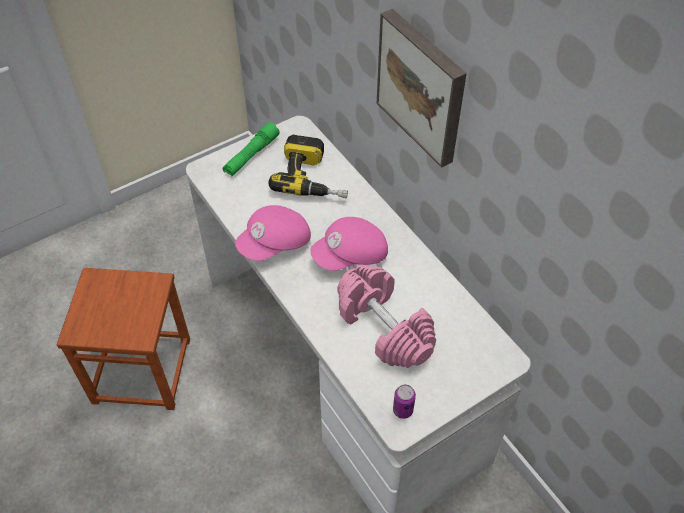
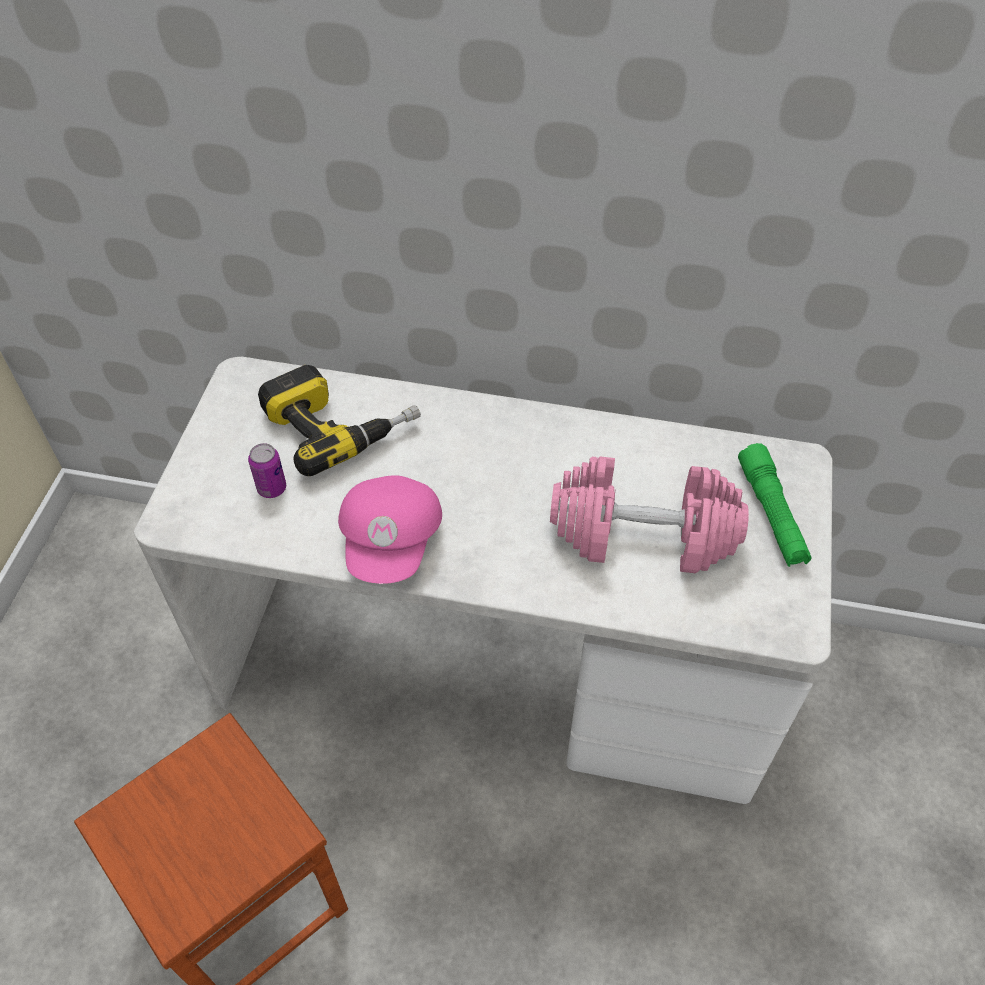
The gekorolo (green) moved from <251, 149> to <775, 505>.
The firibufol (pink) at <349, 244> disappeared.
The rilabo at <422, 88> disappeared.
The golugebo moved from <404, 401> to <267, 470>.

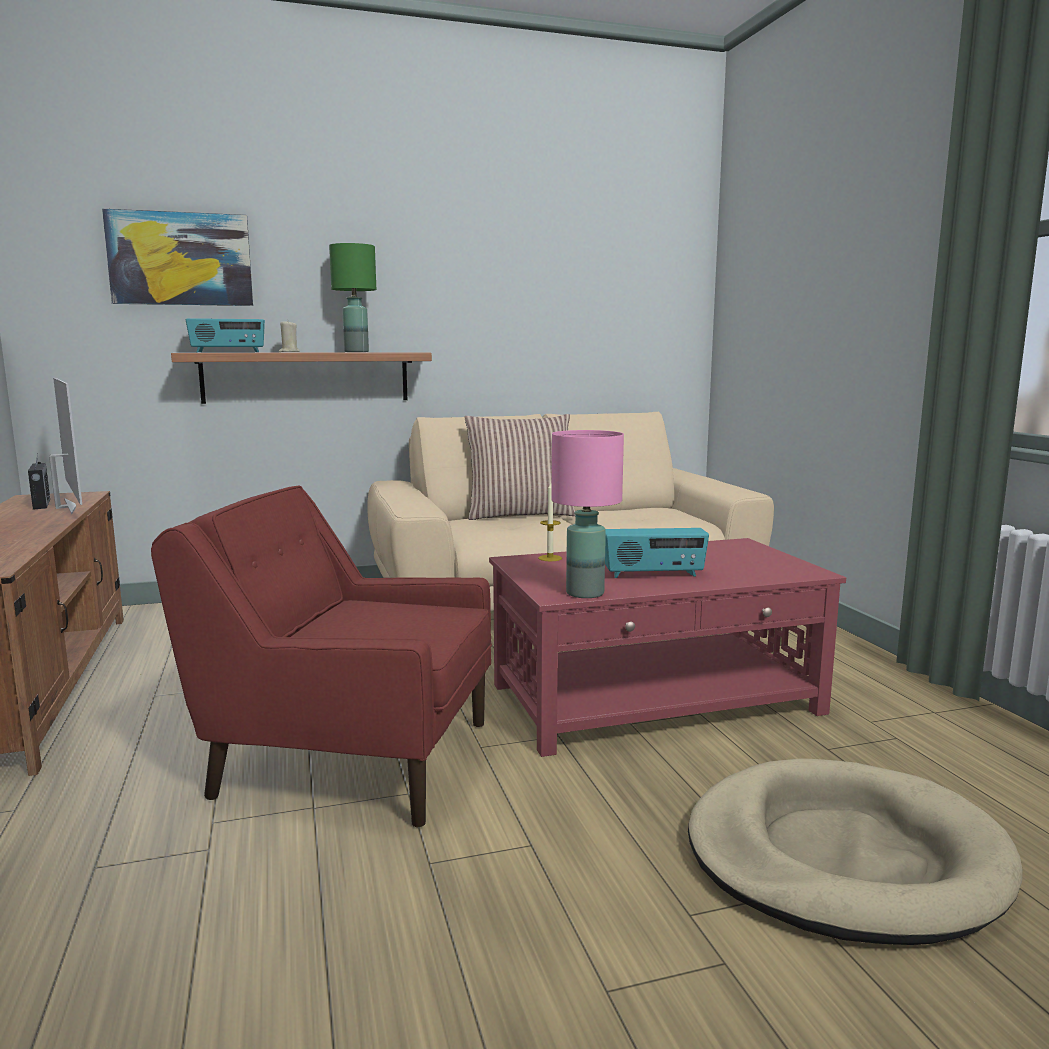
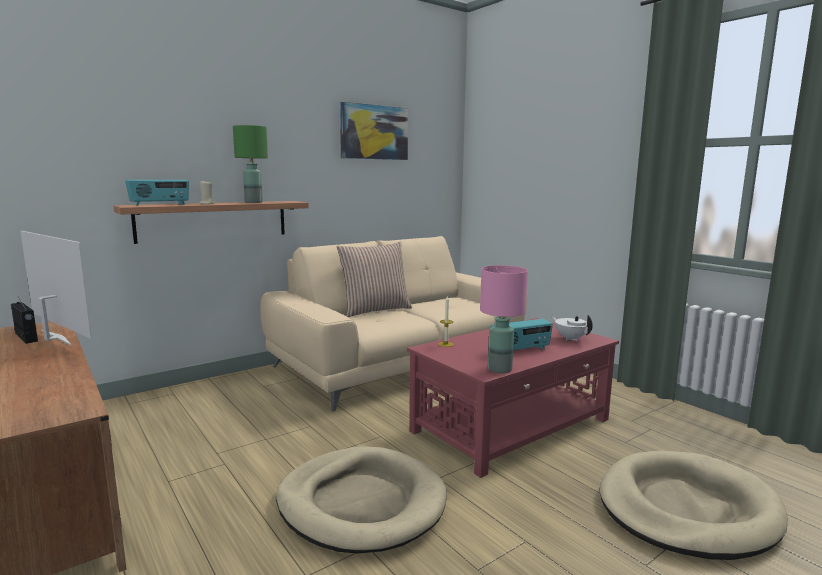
The rilabo moved from <177, 257> to <374, 131>.
The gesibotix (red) at <321, 656> was replaced by the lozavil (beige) at <361, 499>.
The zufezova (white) at <572, 328> appeared.

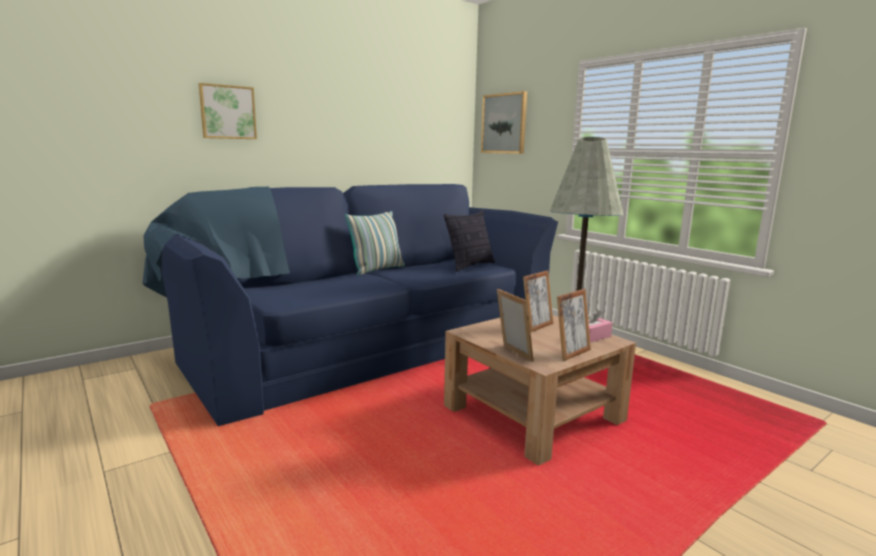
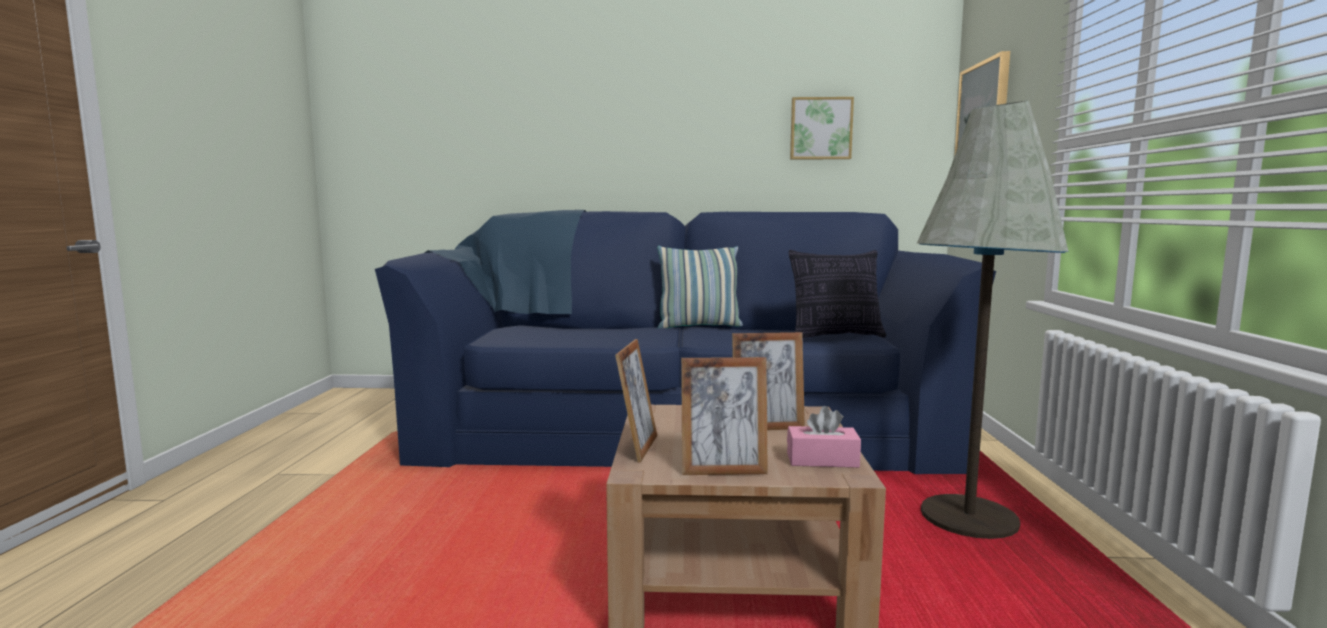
The rilabo moved from <228, 111> to <822, 128>.

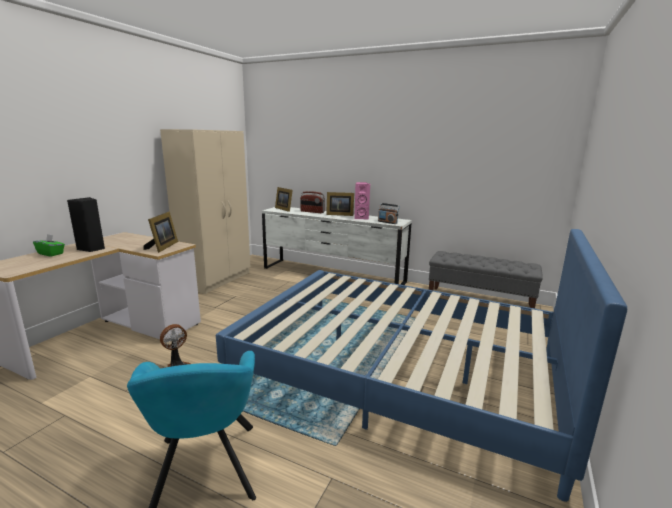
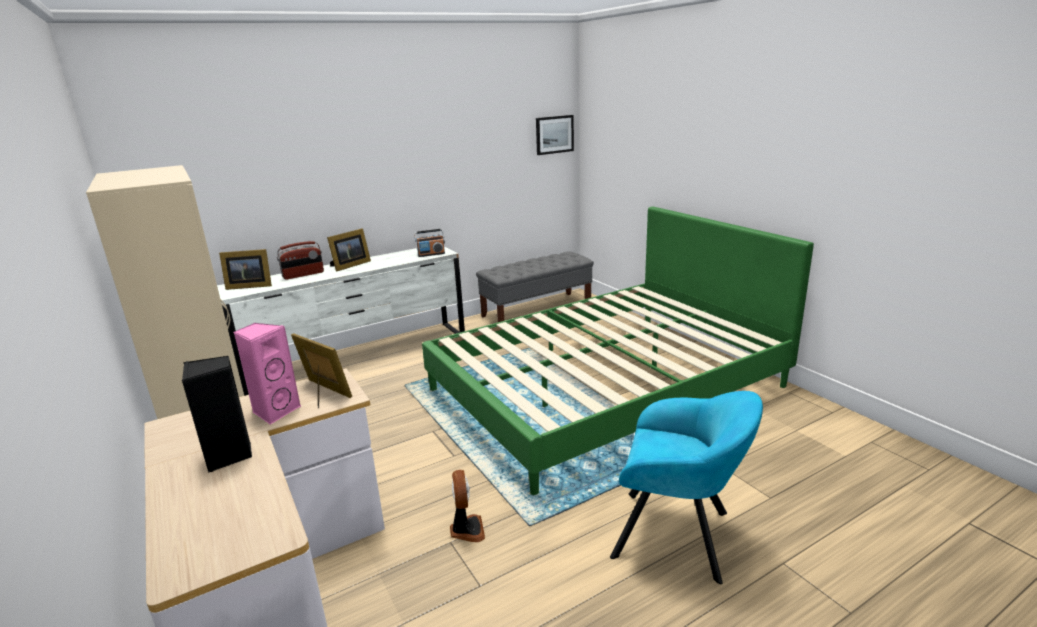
The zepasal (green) at <49, 245> disappeared.
The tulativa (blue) at <421, 365> became the tulativa (green) at <618, 350>.
The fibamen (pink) moved from <362, 200> to <267, 373>.
The rilabo at <555, 135> appeared.

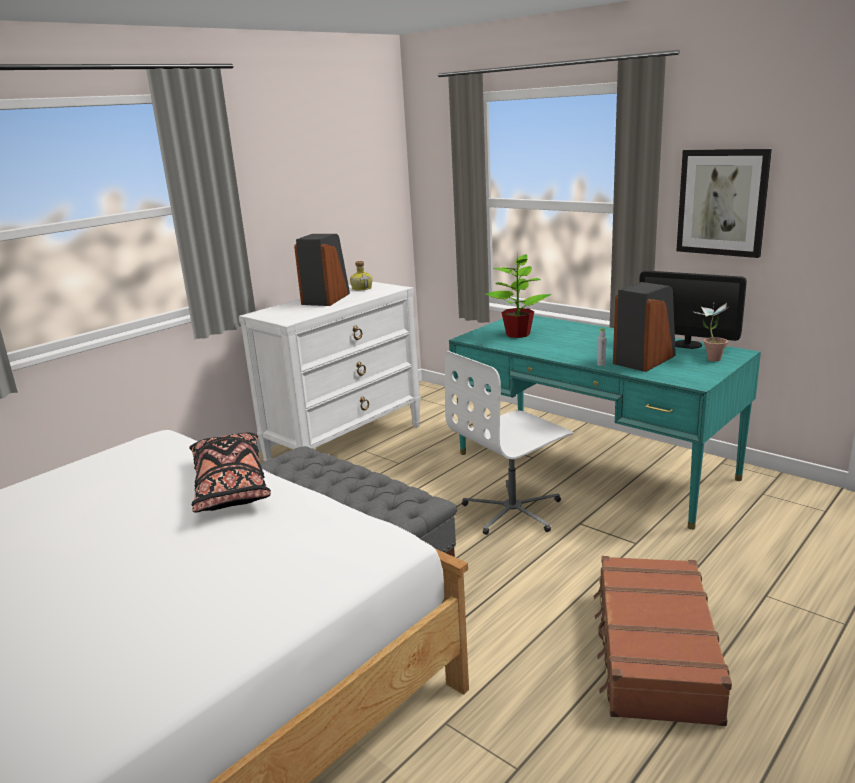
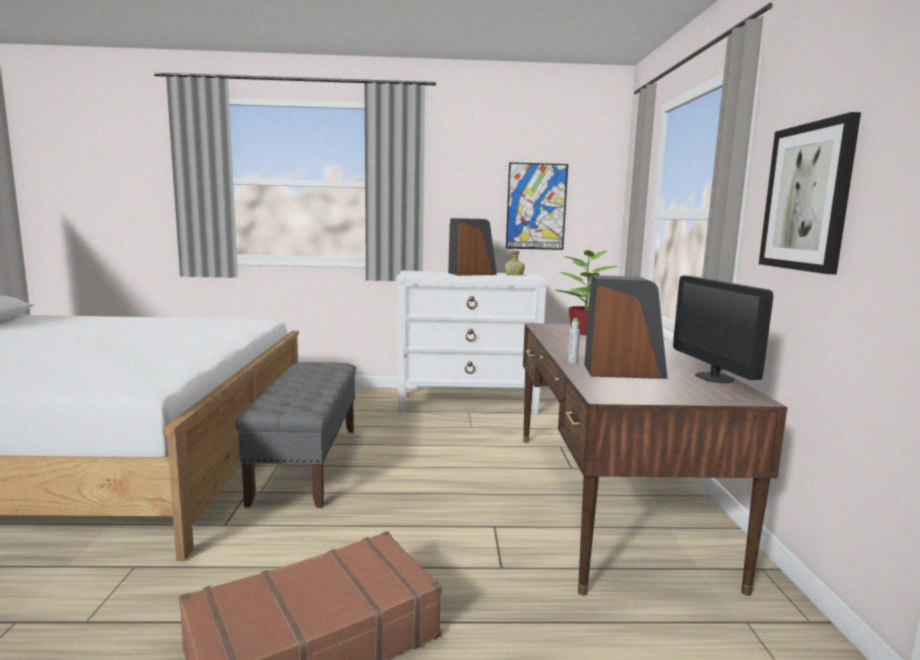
The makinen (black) at <230, 472> disappeared.
The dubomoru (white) at <509, 443> disappeared.
The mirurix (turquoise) at <605, 422> became the mirurix (brown) at <655, 459>.
The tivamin at <710, 332> disappeared.
The rilabo at <537, 206> appeared.

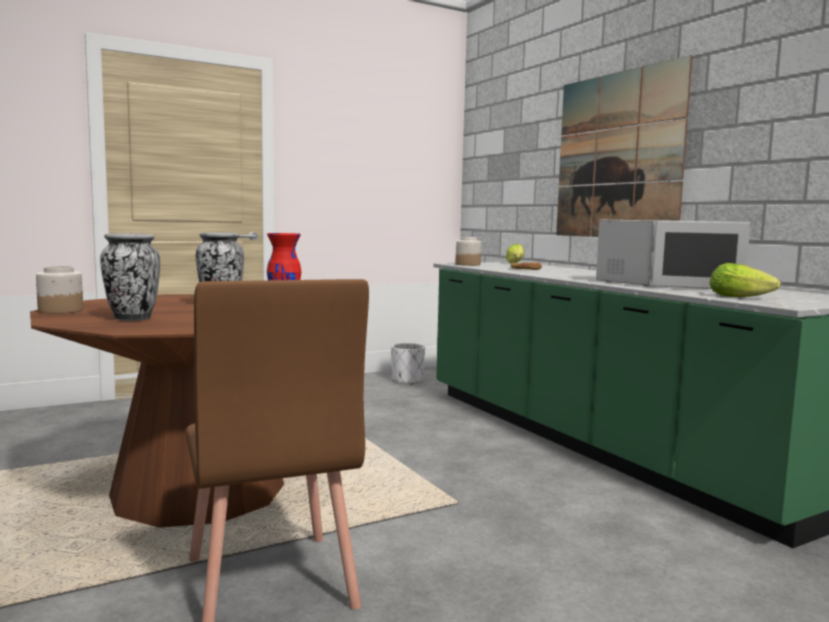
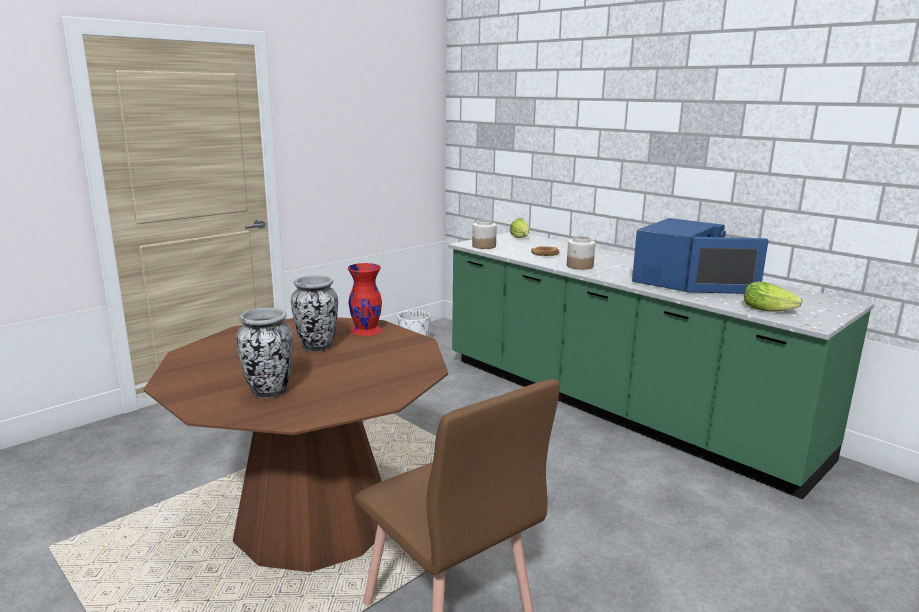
The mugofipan moved from <59, 290> to <581, 253>.
The rilabo at <624, 146> disappeared.
The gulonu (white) at <673, 254> became the gulonu (blue) at <700, 256>.

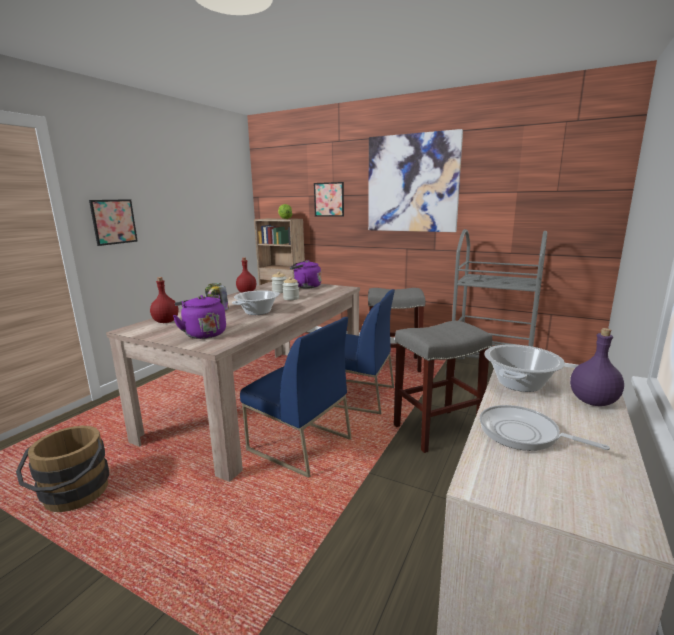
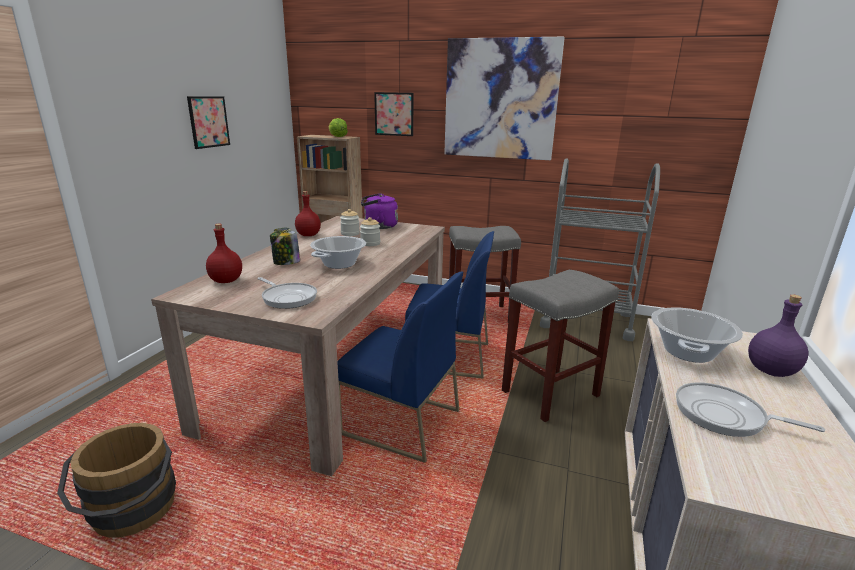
The rilabo moved from <113, 222> to <208, 122>.
The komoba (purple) at <199, 317> was replaced by the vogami at <287, 293>.

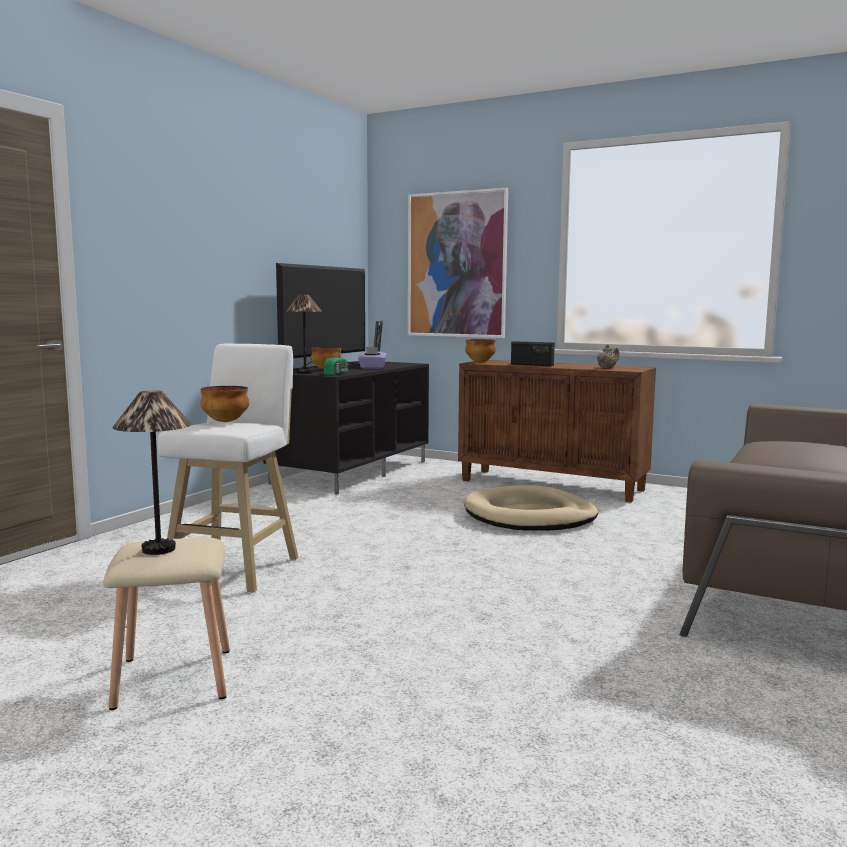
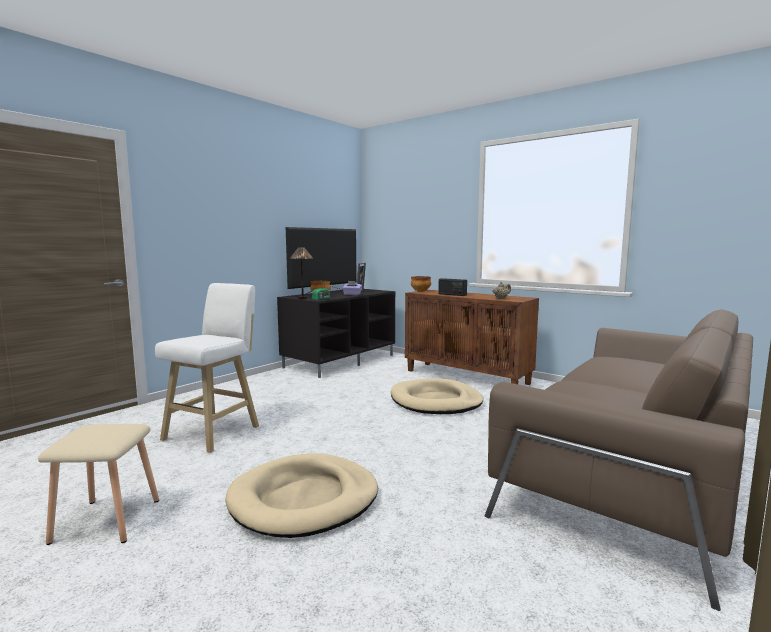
The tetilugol at <152, 472> disappeared.
The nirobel at <224, 404> disappeared.
The rilabo at <458, 263> disappeared.
The lozavil (beige) at <301, 495> appeared.

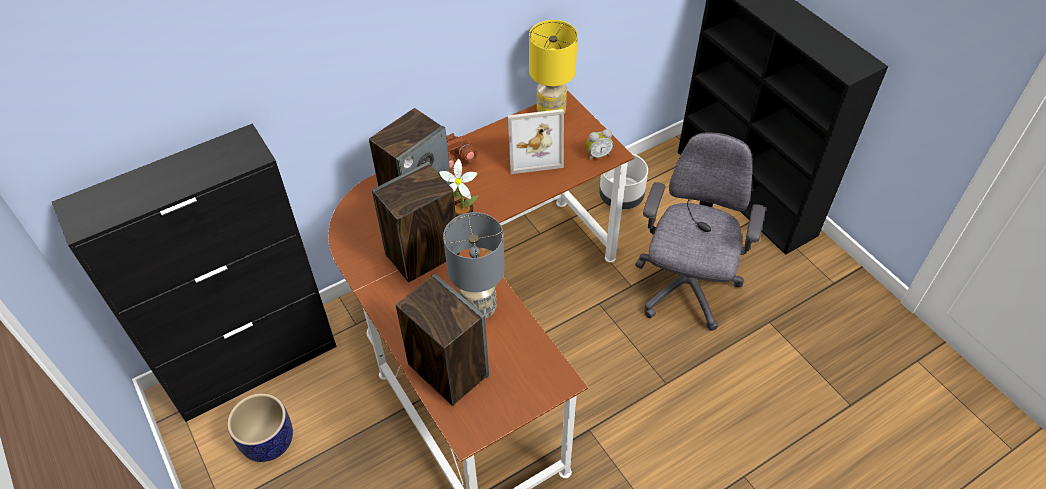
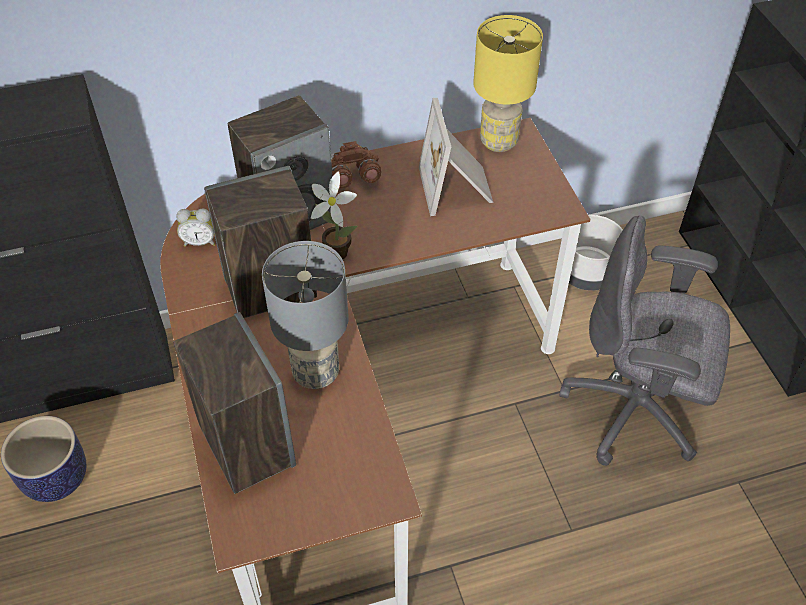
The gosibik at <536, 141> turned 75 degrees clockwise.
The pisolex moved from <599, 144> to <195, 227>.
The dubomoru (grey) at <700, 232> turned 105 degrees counterclockwise.

